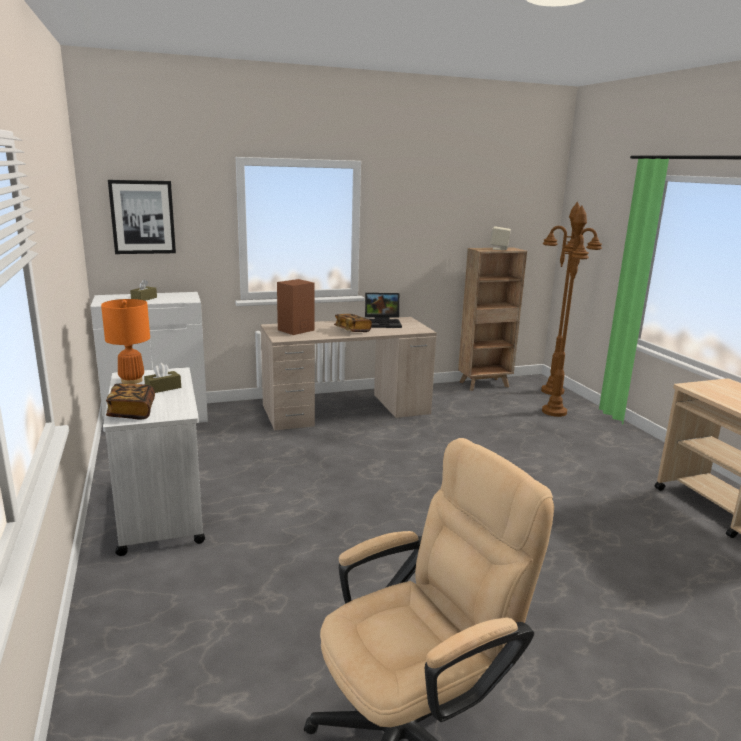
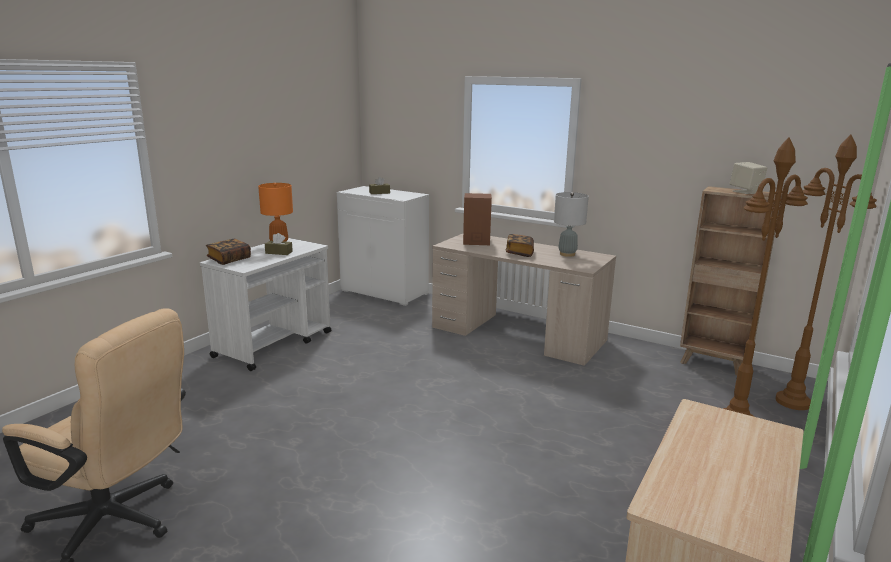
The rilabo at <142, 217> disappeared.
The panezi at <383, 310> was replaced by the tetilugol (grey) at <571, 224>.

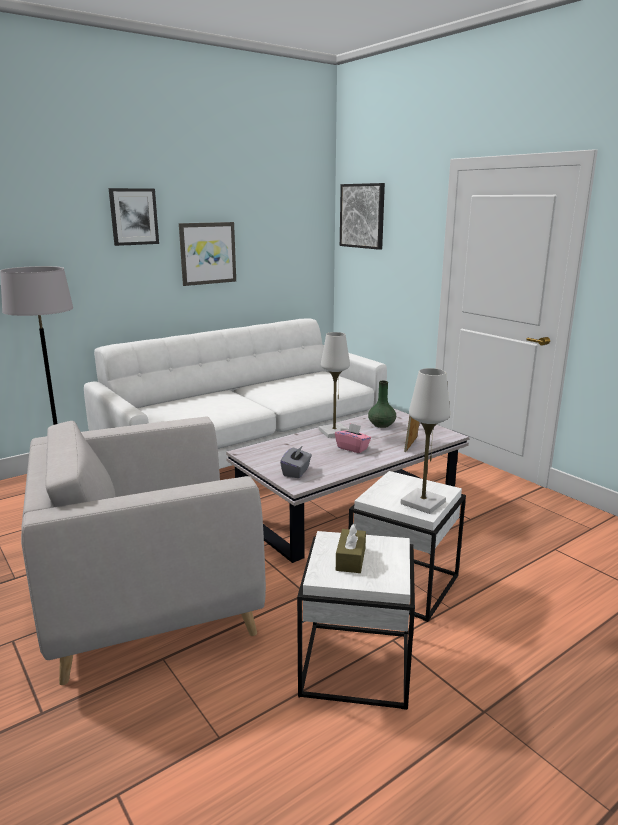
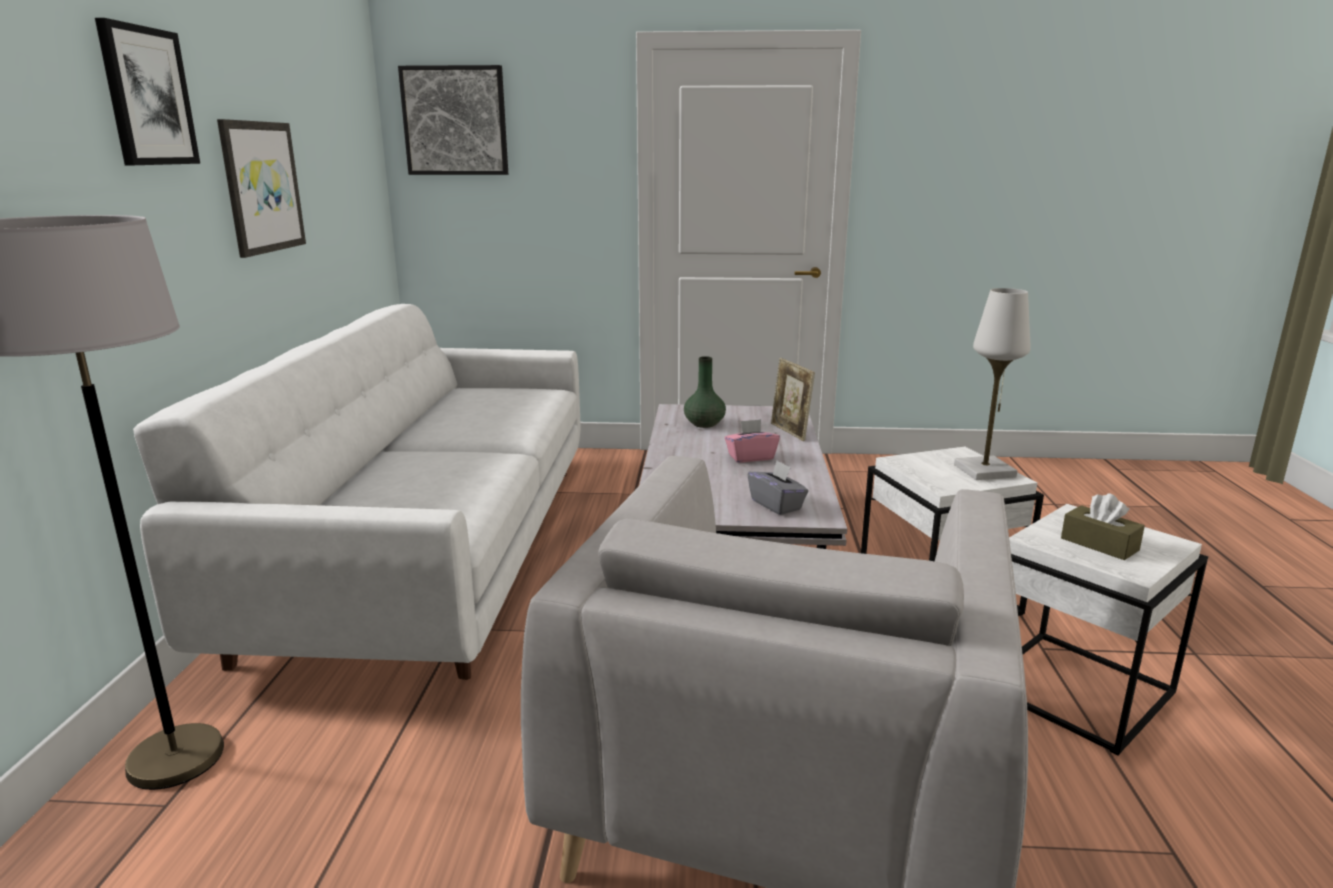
The tetilugol (white) at <334, 385> disappeared.

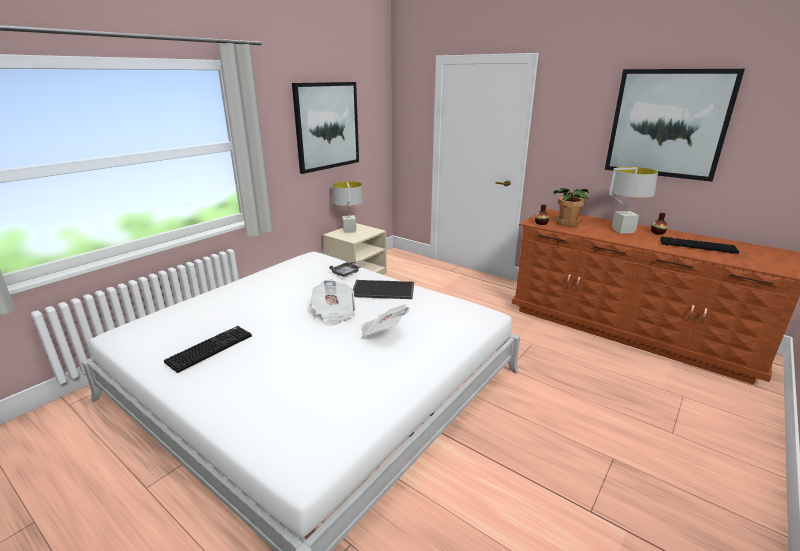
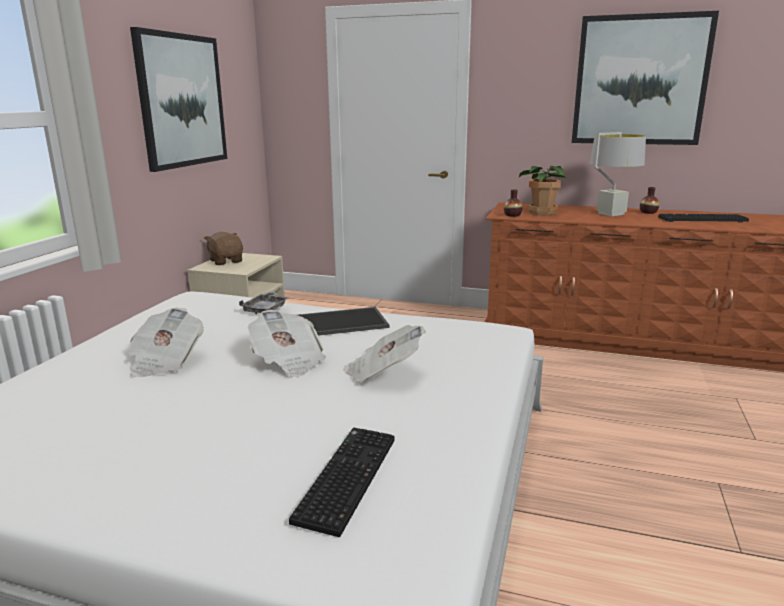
The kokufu moved from <208, 349> to <342, 482>.
The tetilugol (grey) at <348, 207> was replaced by the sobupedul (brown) at <223, 248>.
The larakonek at <166, 342> appeared.

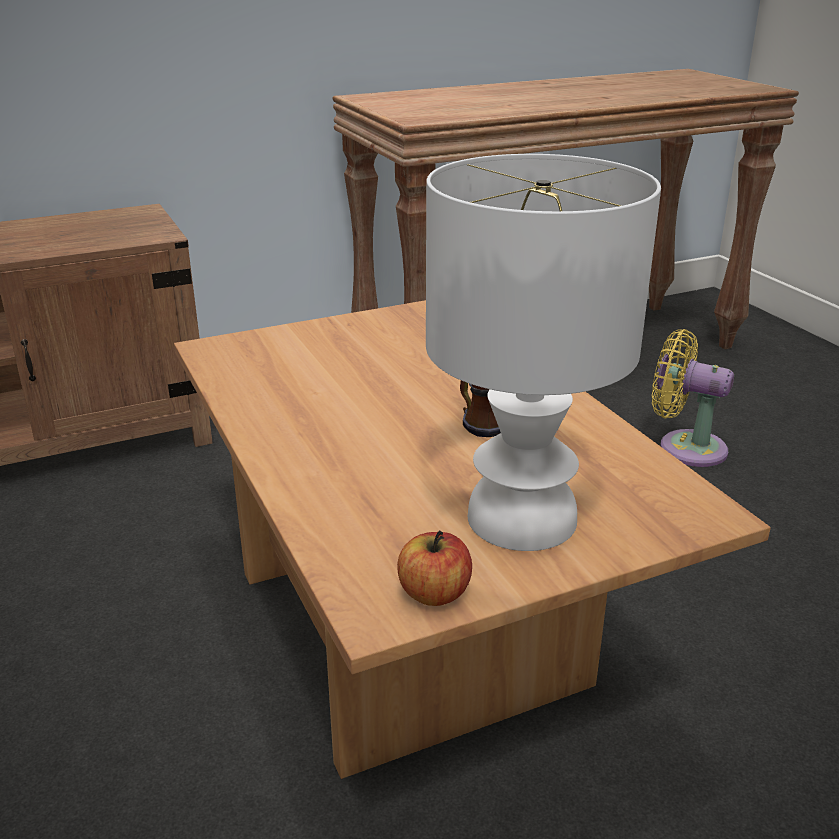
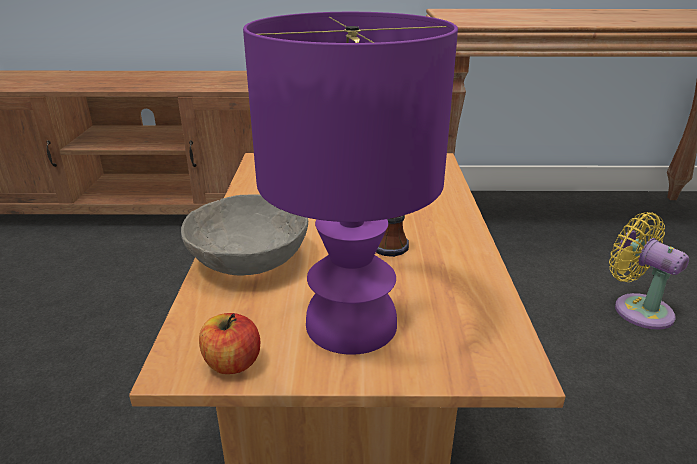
The tetilugol (white) at <543, 352> became the tetilugol (purple) at <350, 183>.
The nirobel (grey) at <244, 235> appeared.

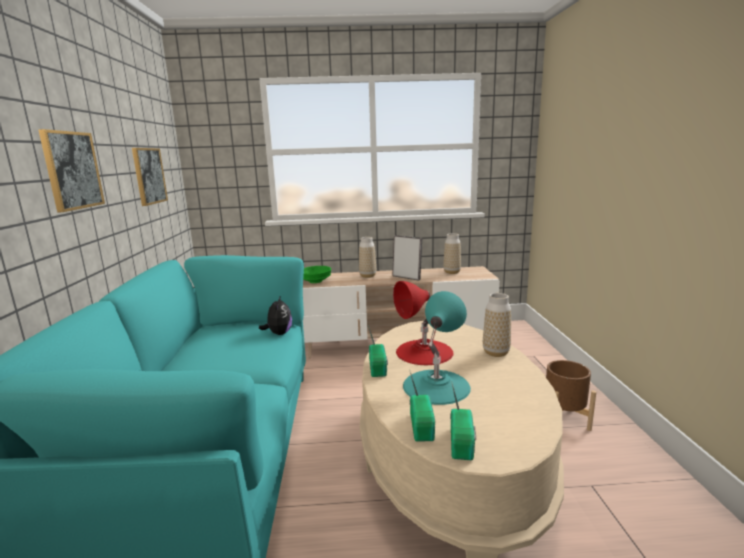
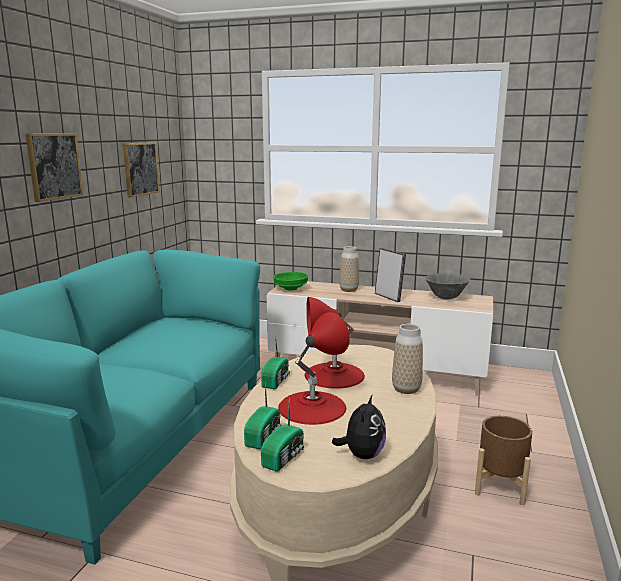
The sobupedul moved from <275, 315> to <359, 426>.
The tetilugol (turquoise) at <437, 348> became the tetilugol (red) at <314, 368>.
The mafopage at <452, 253> was replaced by the nirobel (grey) at <447, 286>.

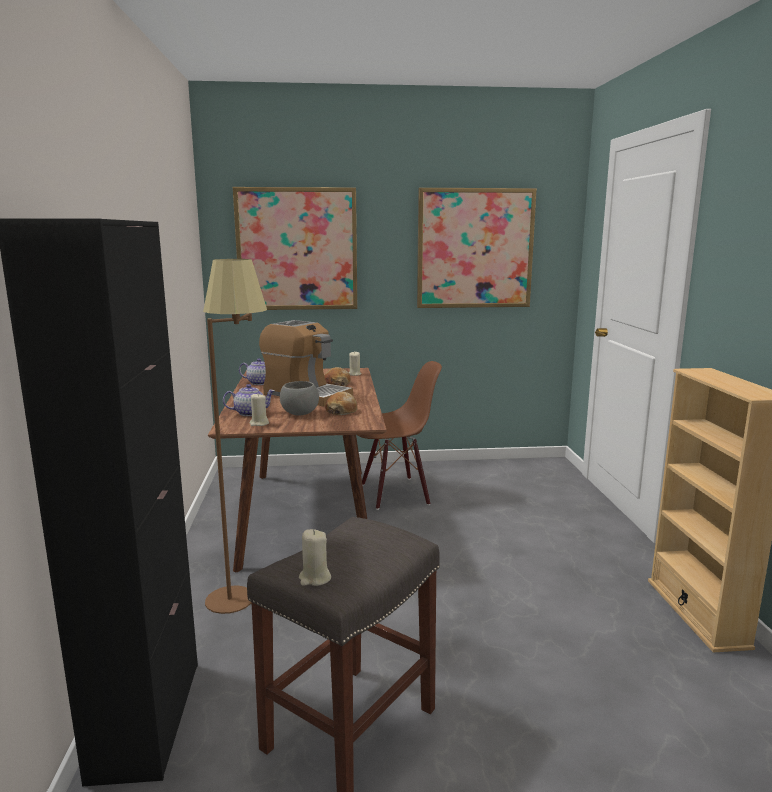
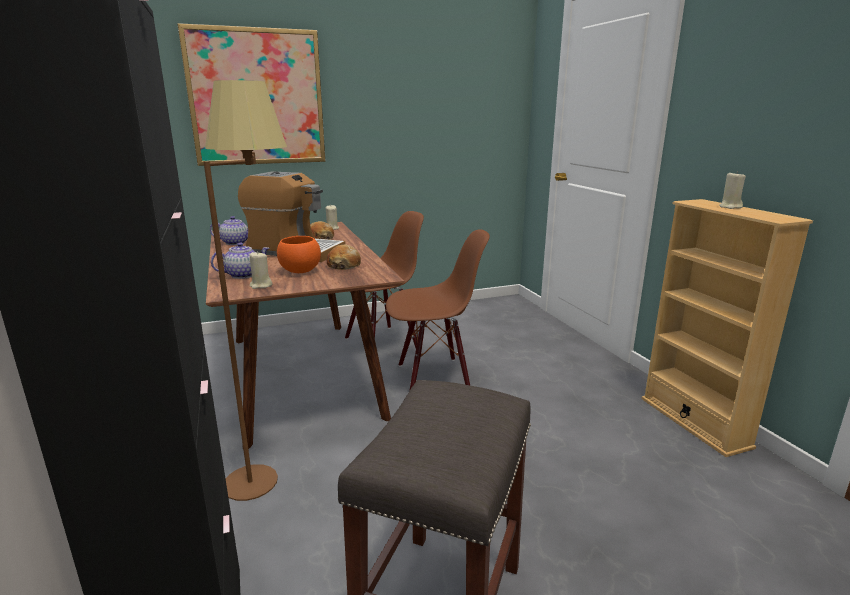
The nirobel (grey) at <299, 398> became the nirobel (orange) at <299, 254>.
The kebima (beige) moved from <315, 557> to <732, 190>.
The rilabo at <477, 248> disappeared.
The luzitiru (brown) at <438, 310> appeared.

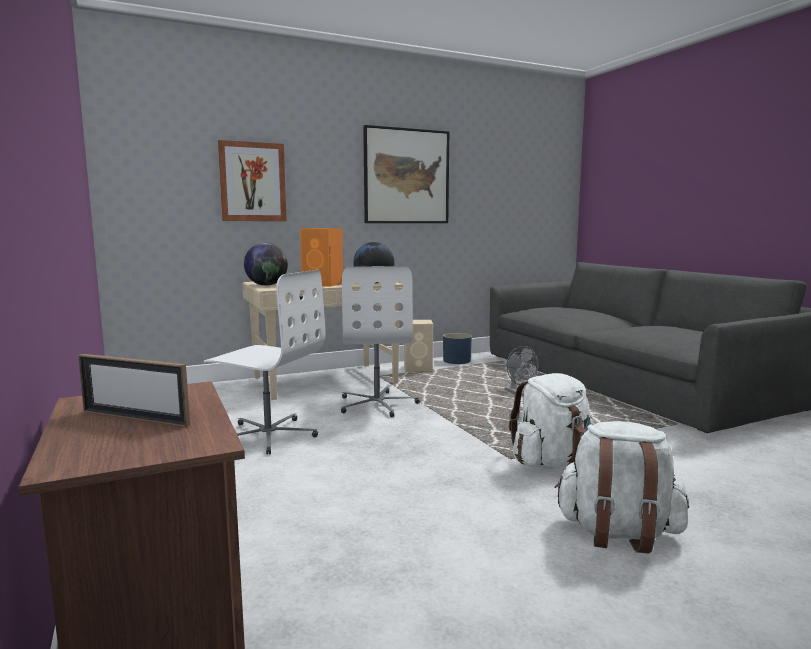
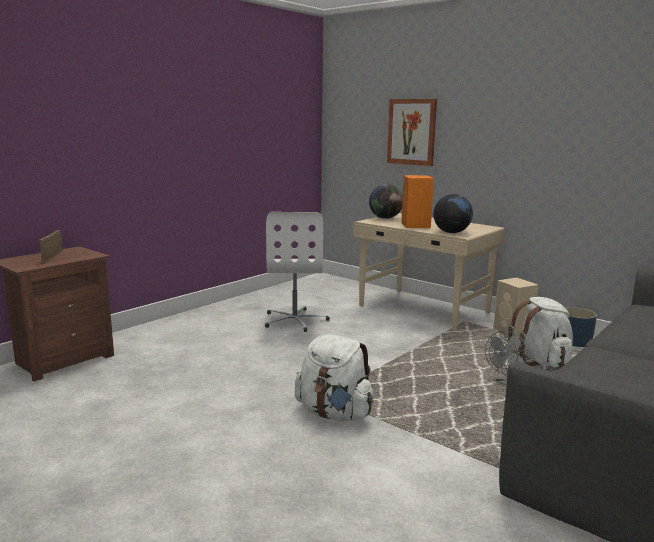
The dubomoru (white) at <380, 341> disappeared.
The rilabo at <406, 174> disappeared.
The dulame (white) moved from <622, 487> to <540, 332>.

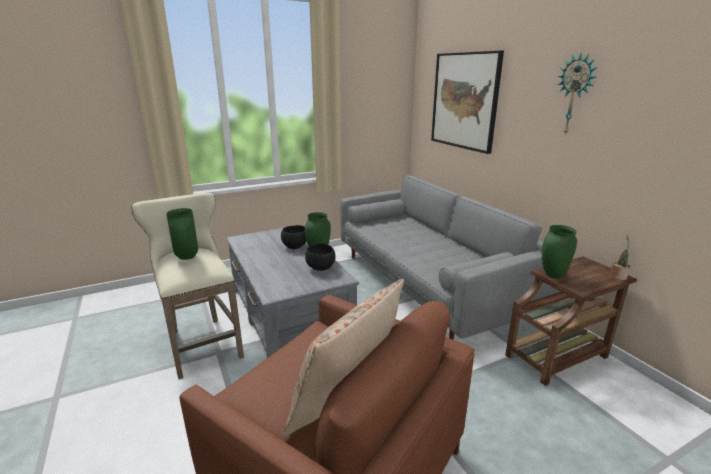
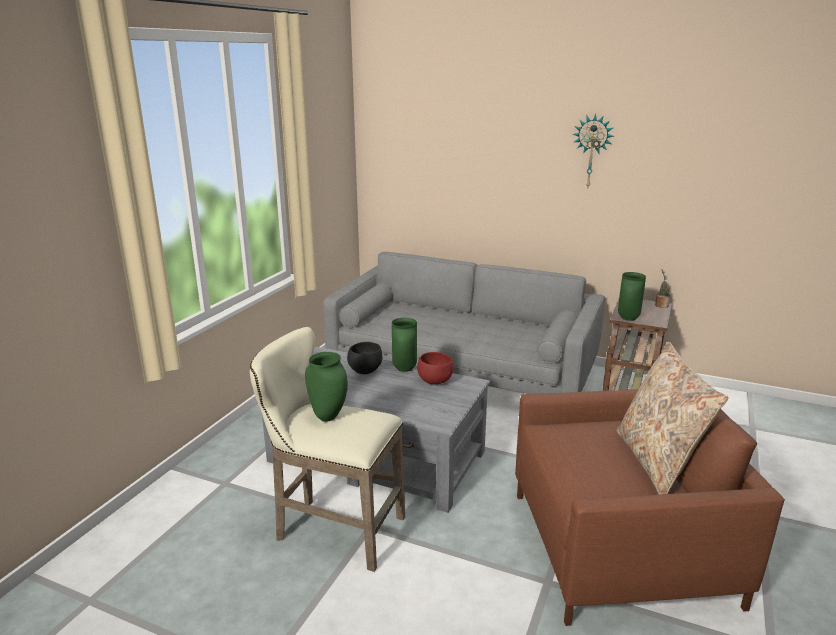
The nirobel (black) at <320, 257> became the nirobel (red) at <435, 368>.
The rilabo at <467, 102> disappeared.

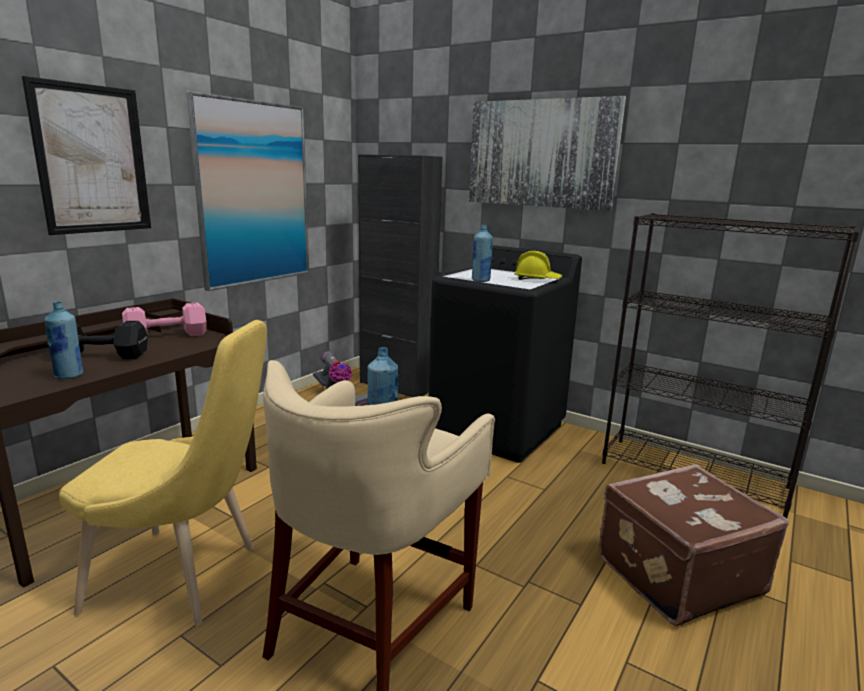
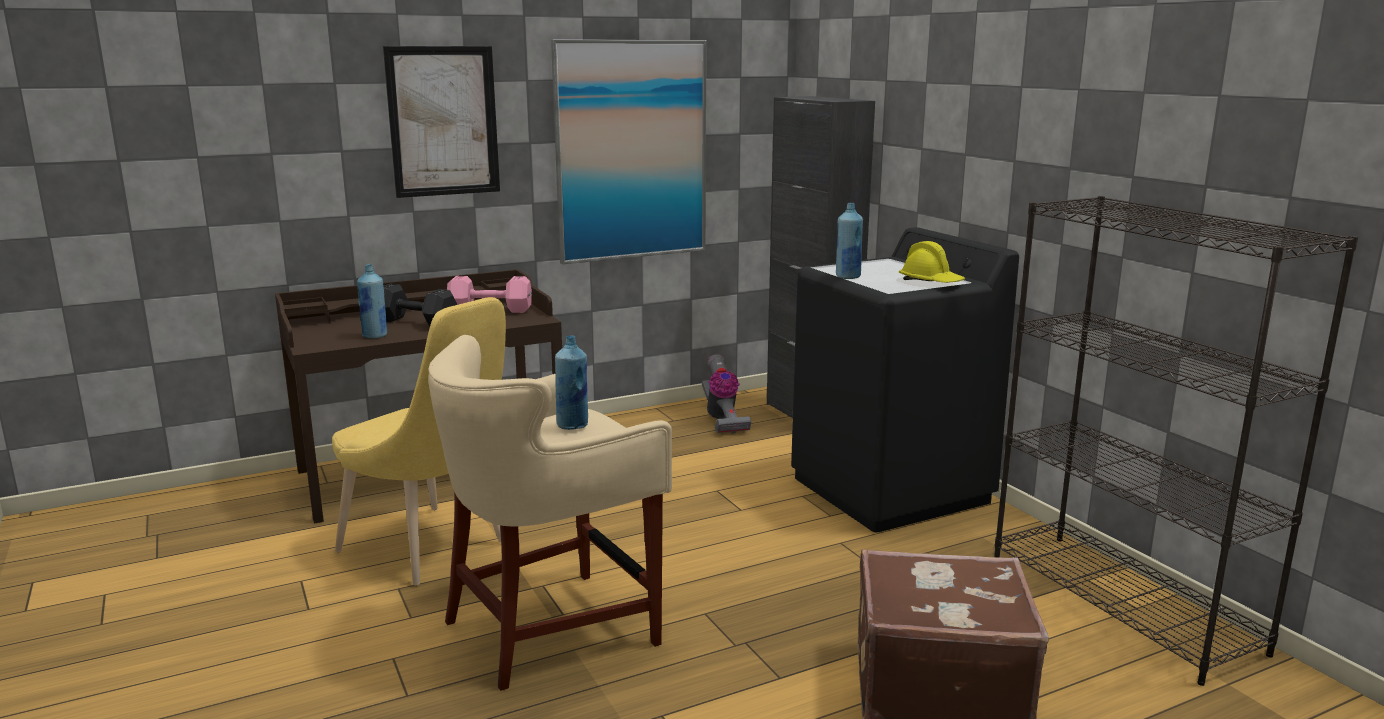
The rilabo at <547, 153> disappeared.

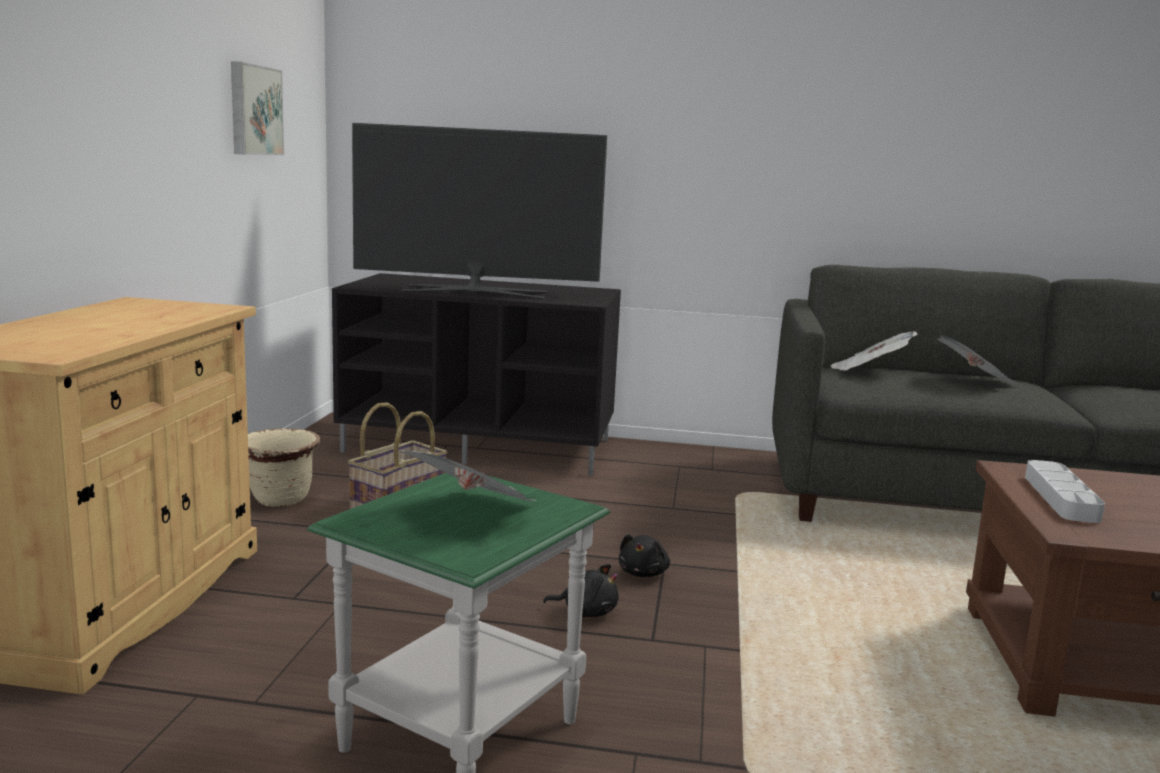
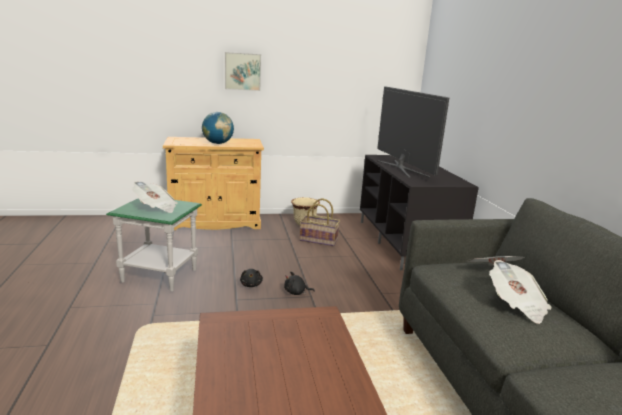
The rilabo moved from <257, 108> to <243, 71>.
The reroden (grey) at <1065, 491> disappeared.
The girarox at <218, 128> appeared.

